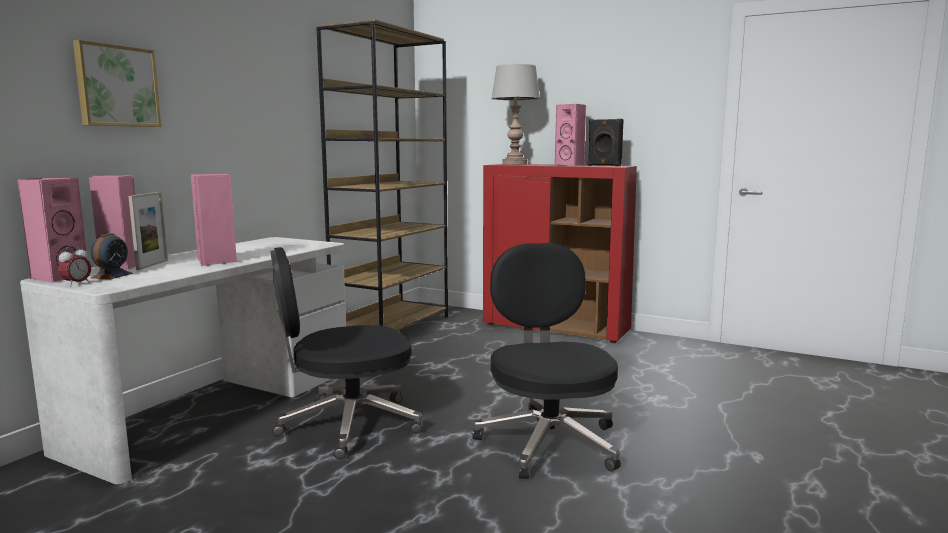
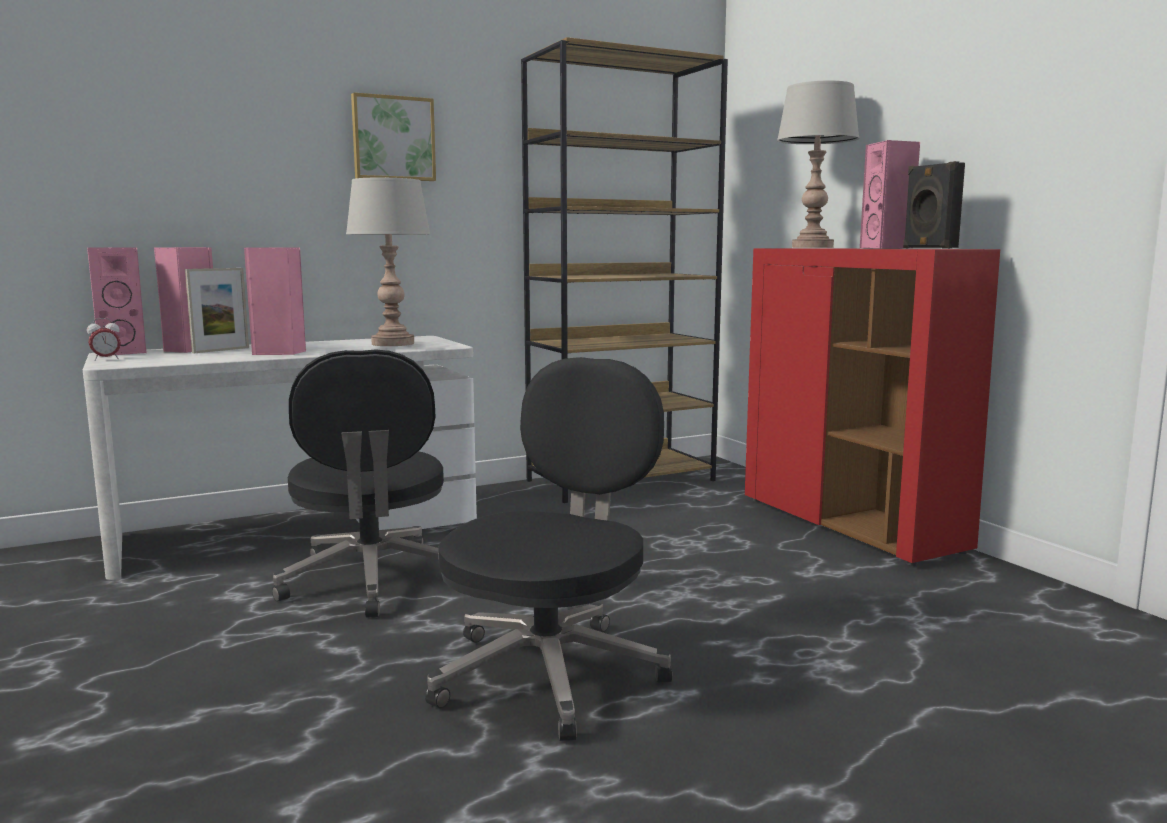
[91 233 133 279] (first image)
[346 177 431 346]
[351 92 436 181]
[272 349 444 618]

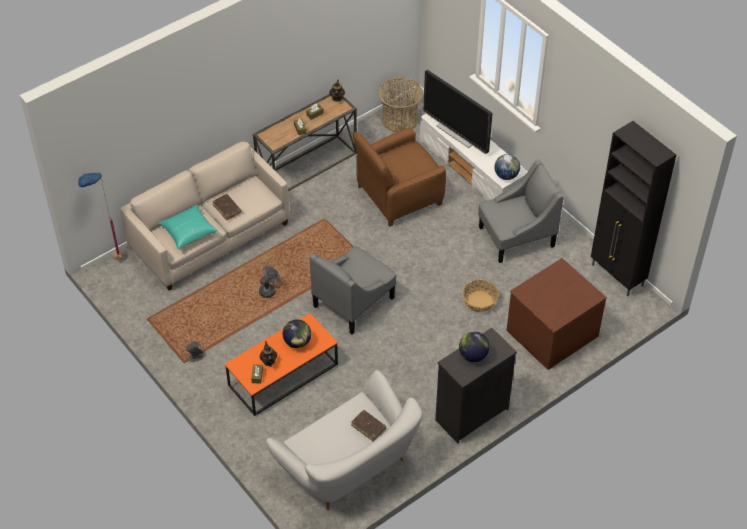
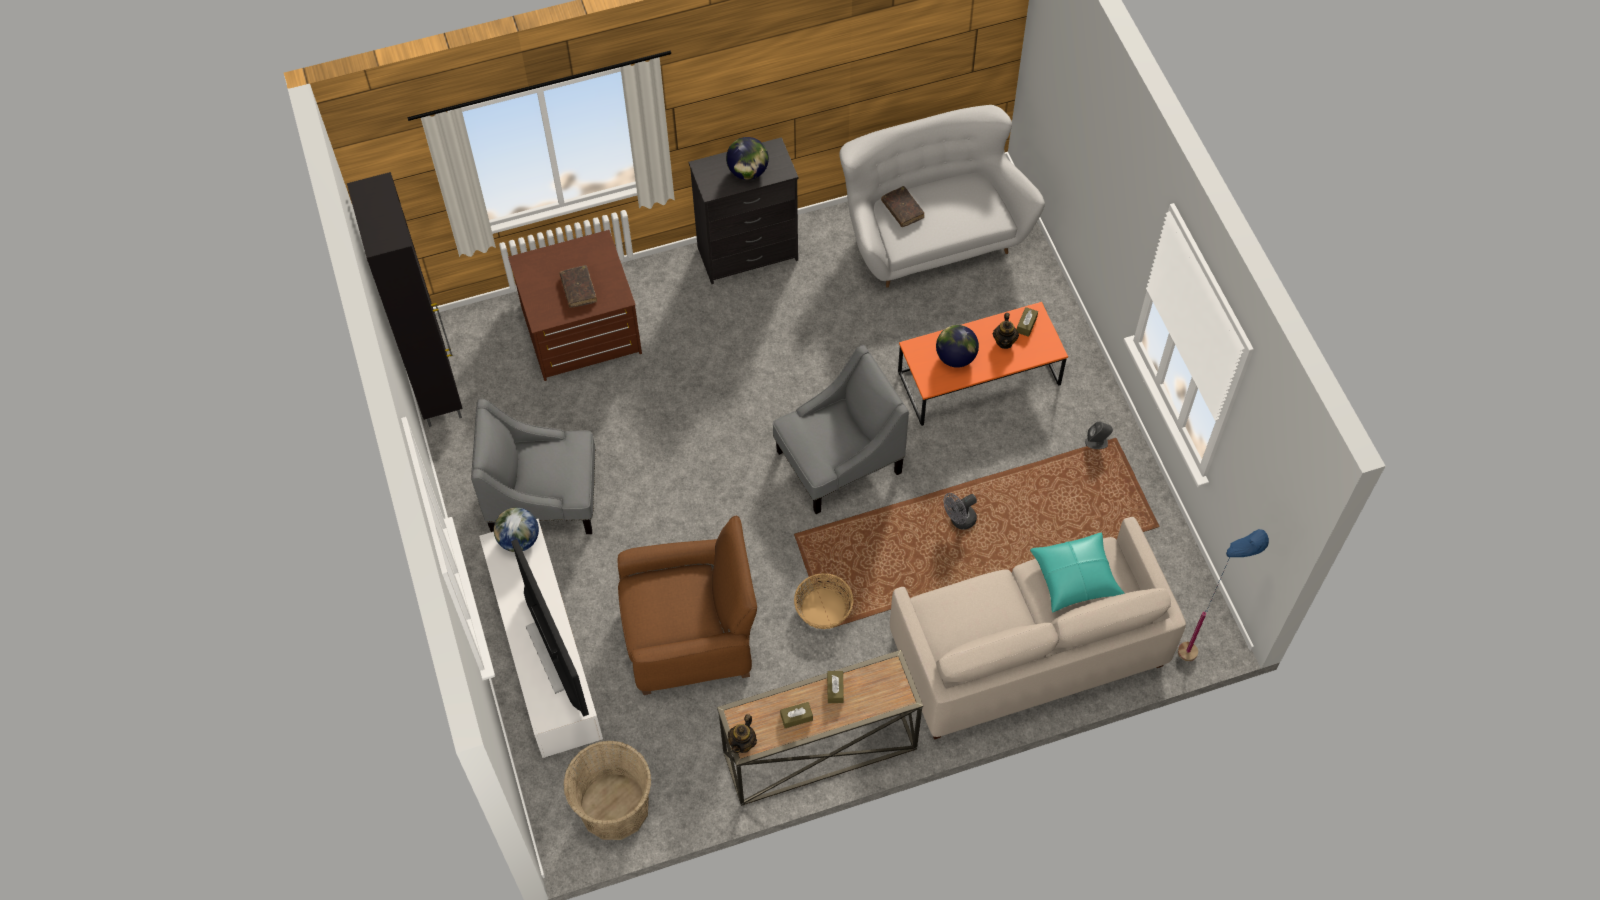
[559 265 597 308]
[794 573 854 629]

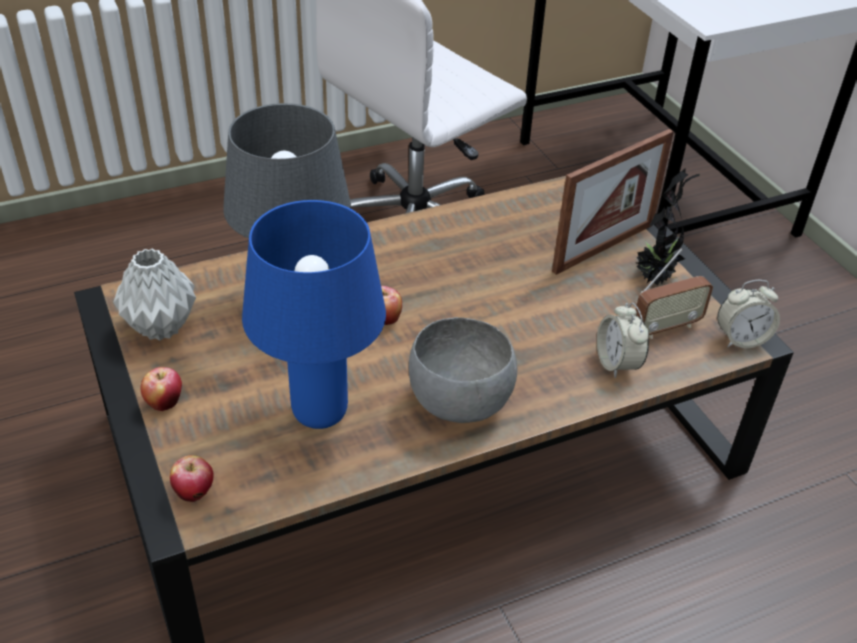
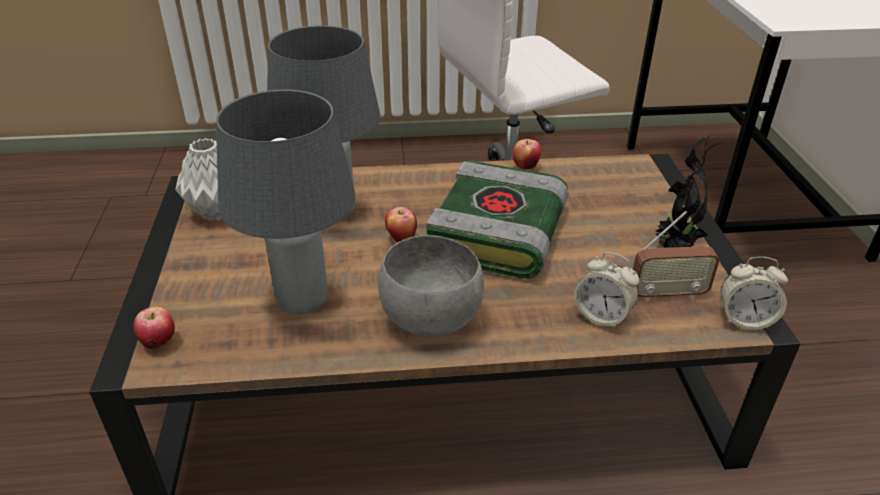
[552 129 674 275] (first image)
[427 160 568 279]
[512 139 541 170]
[216 89 355 315]
[574 252 639 330]

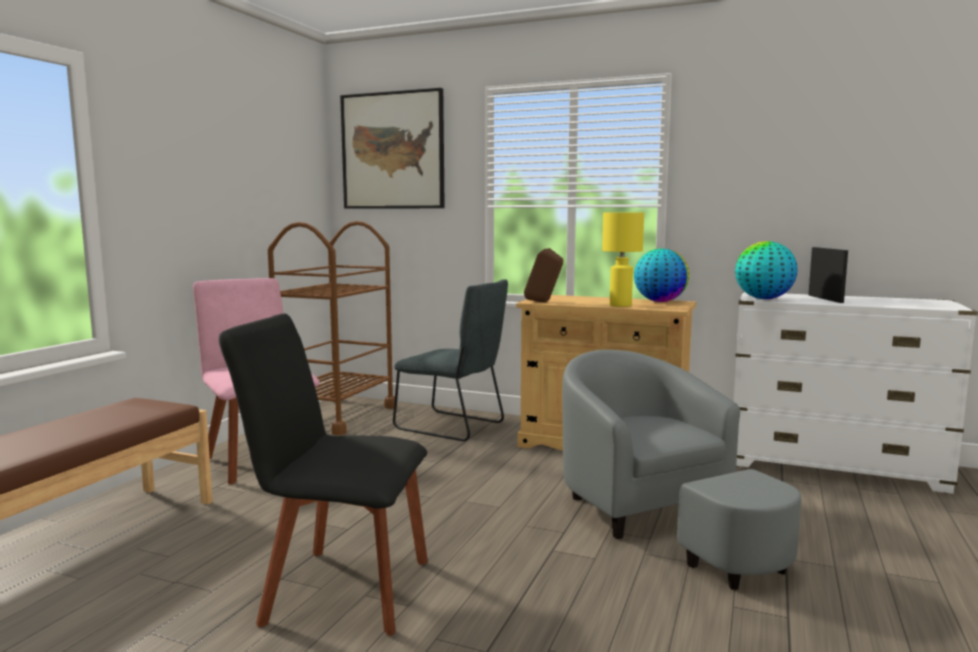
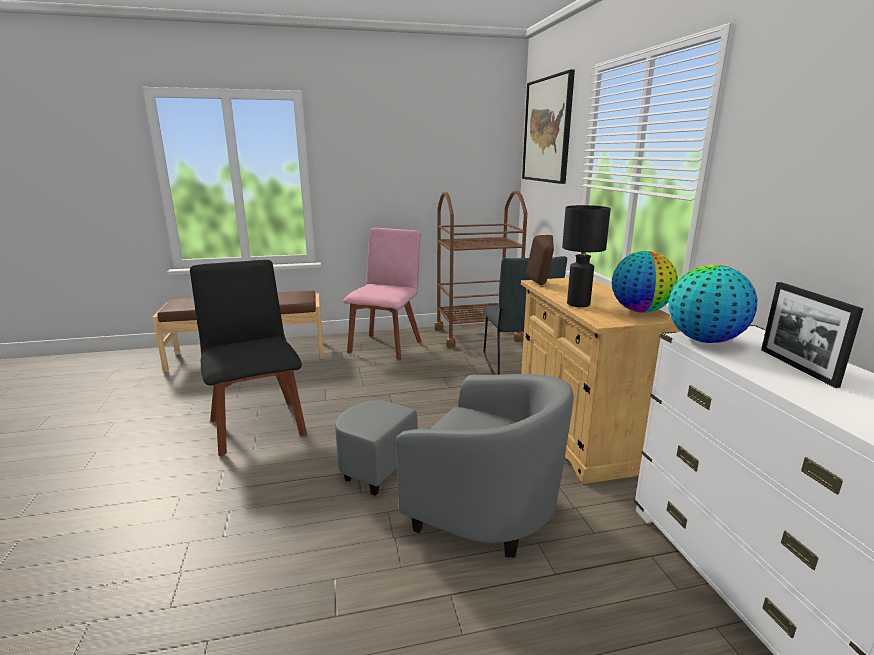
[562 205 611 307]
[335 374 574 557]
[761 282 863 388]

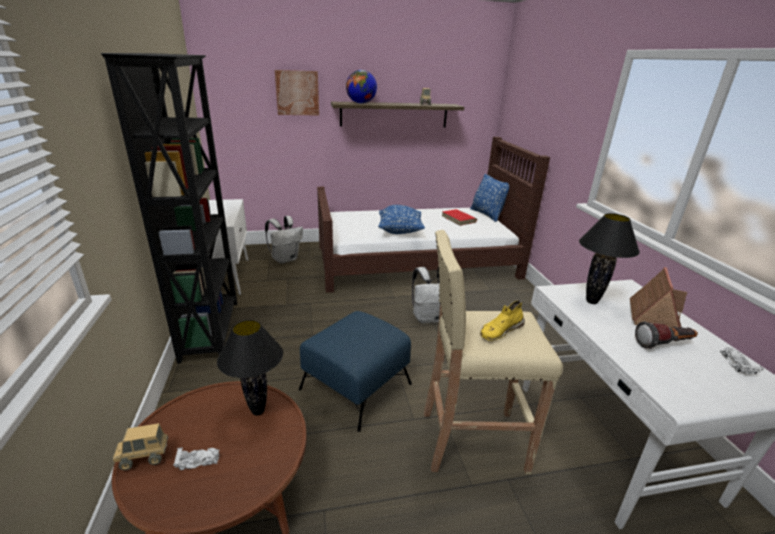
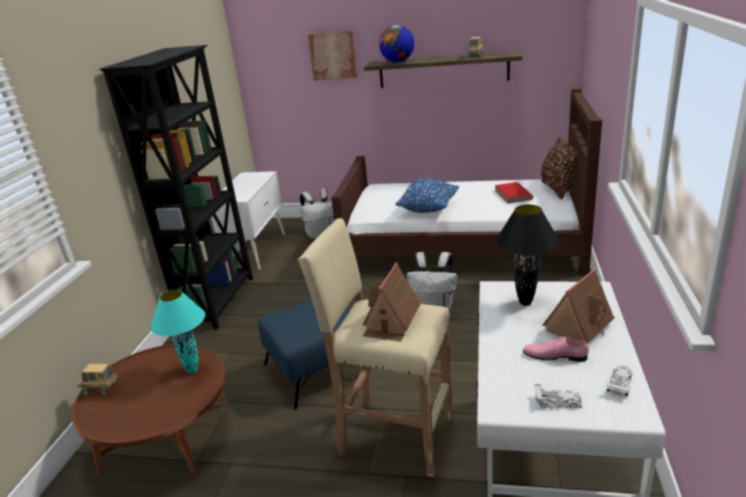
[534 384 582 408]
[362 262 421 342]
[523 336 589 362]
[151 290 205 373]
[541 137 577 199]

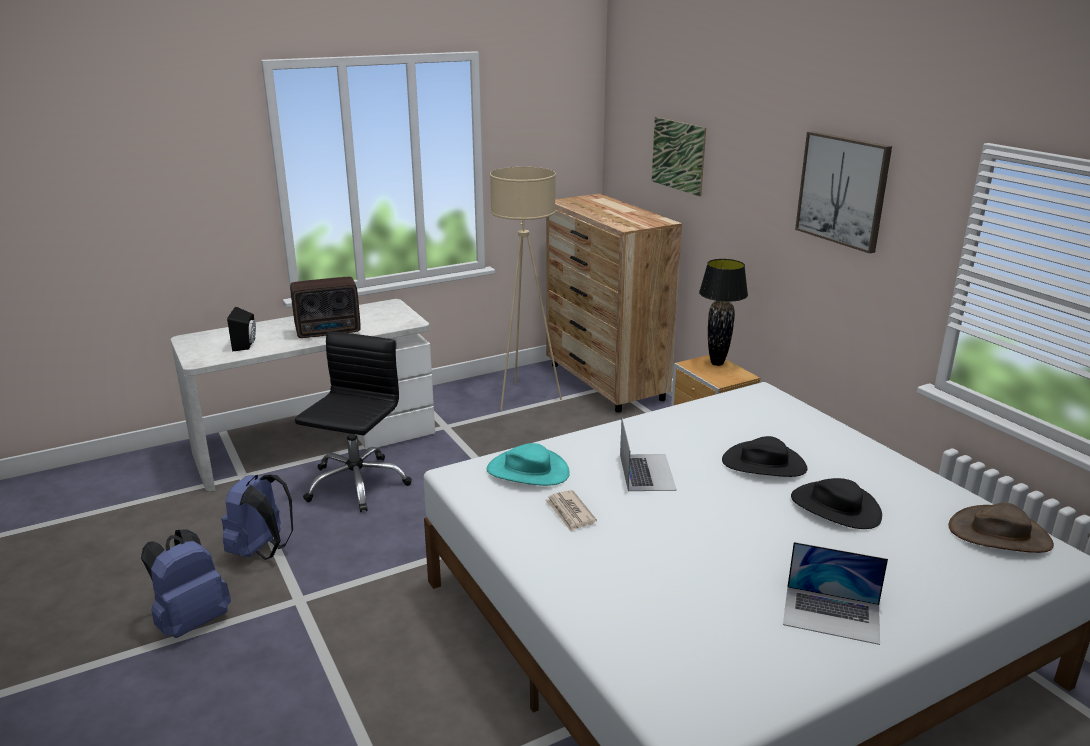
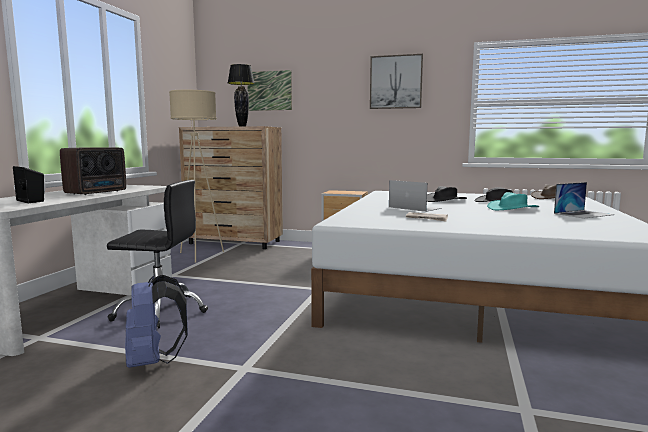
[141 529 231 638] (first image)
[487 192 539 210]
[228 64 255 127]
[107 180 208 329]

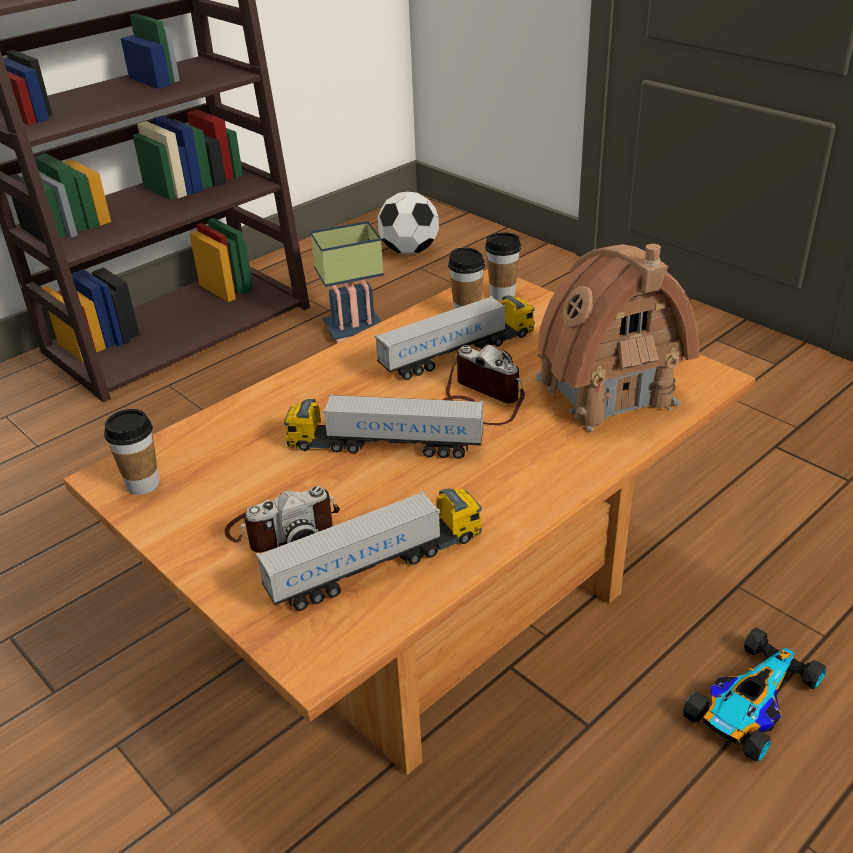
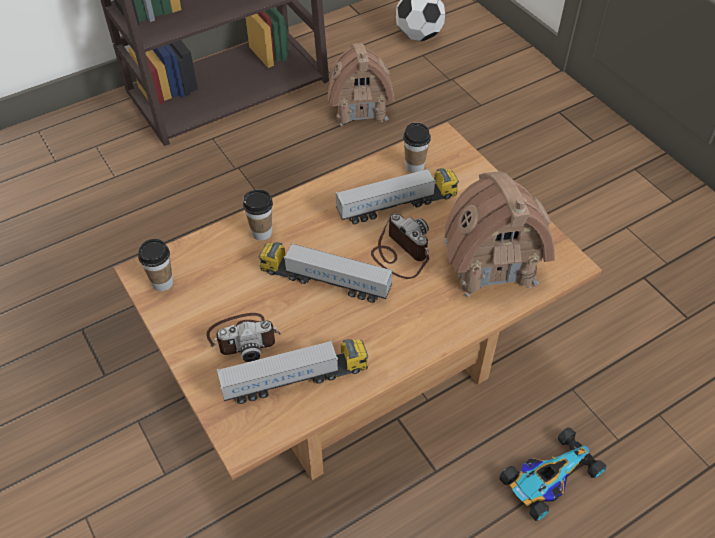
[243 190 273 241]
[328 43 394 126]

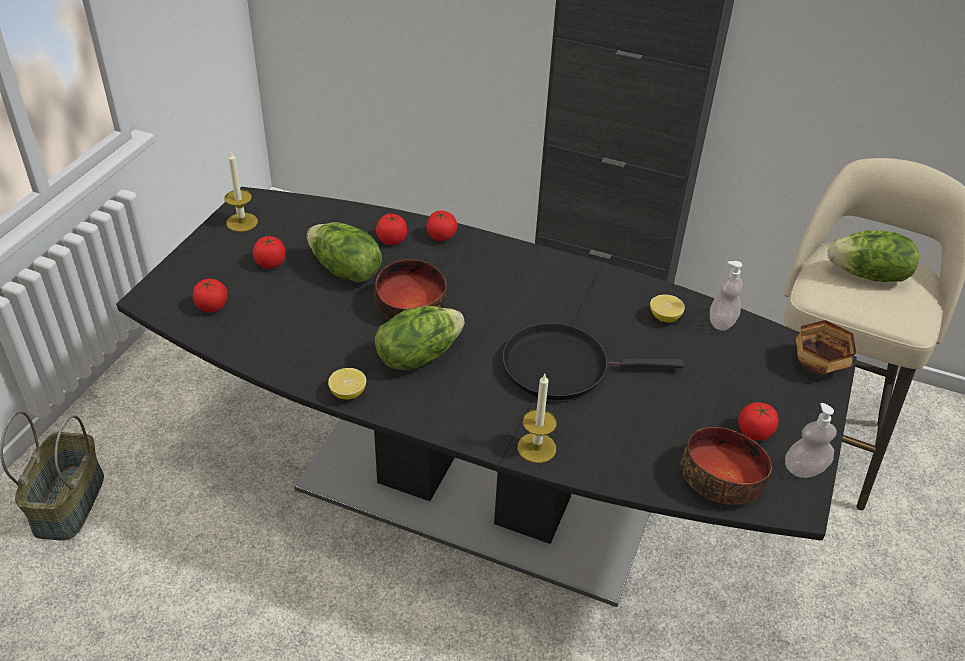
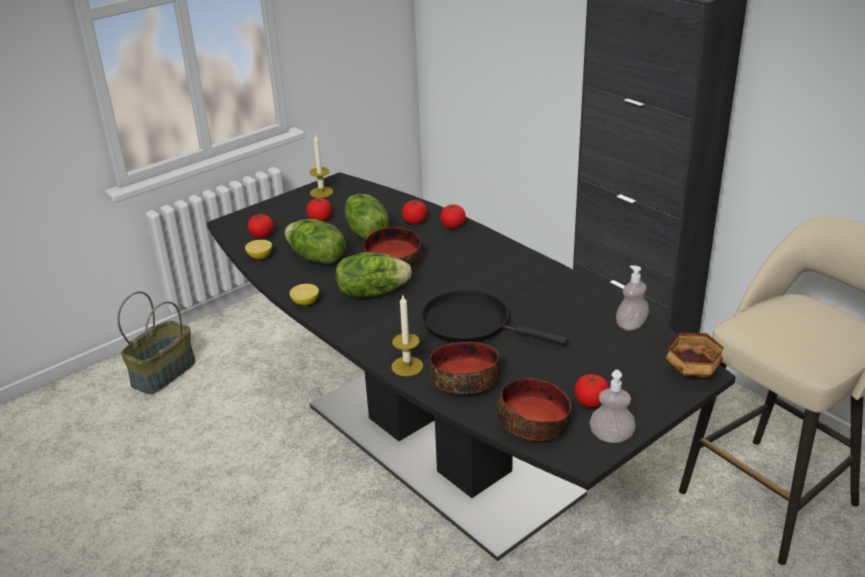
[429 342 500 394]
[245 240 272 259]
[285 219 346 264]

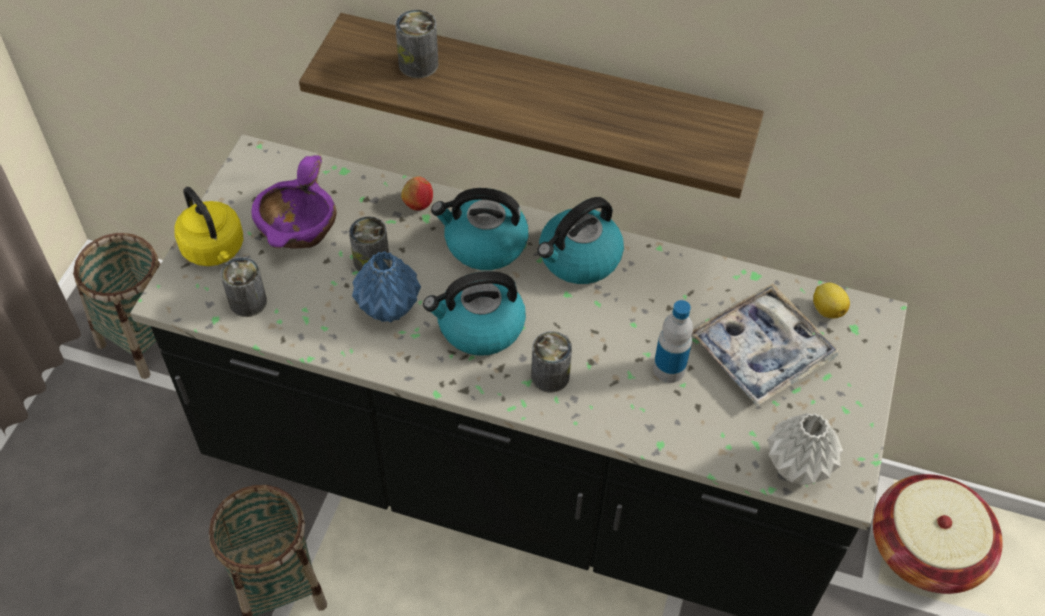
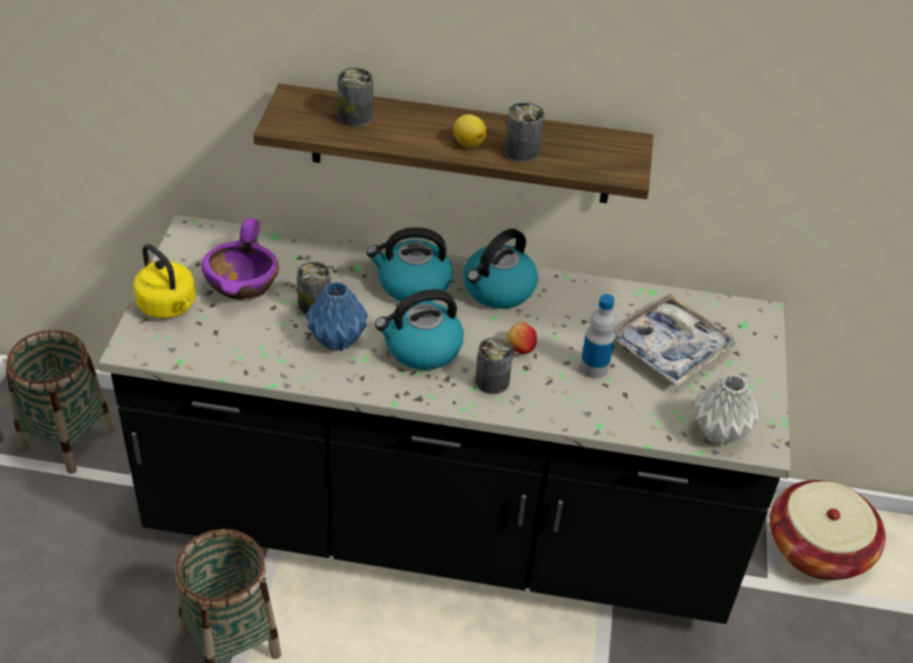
[504 102 544 163]
[506 322 537 354]
[453 114 487 147]

